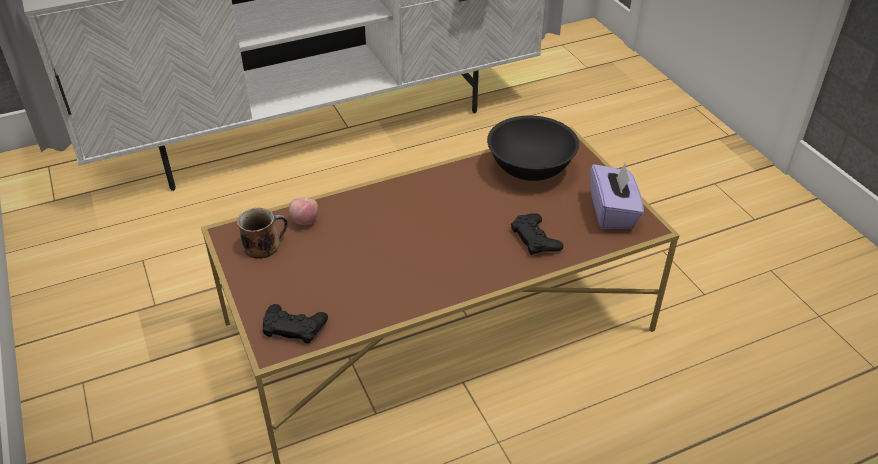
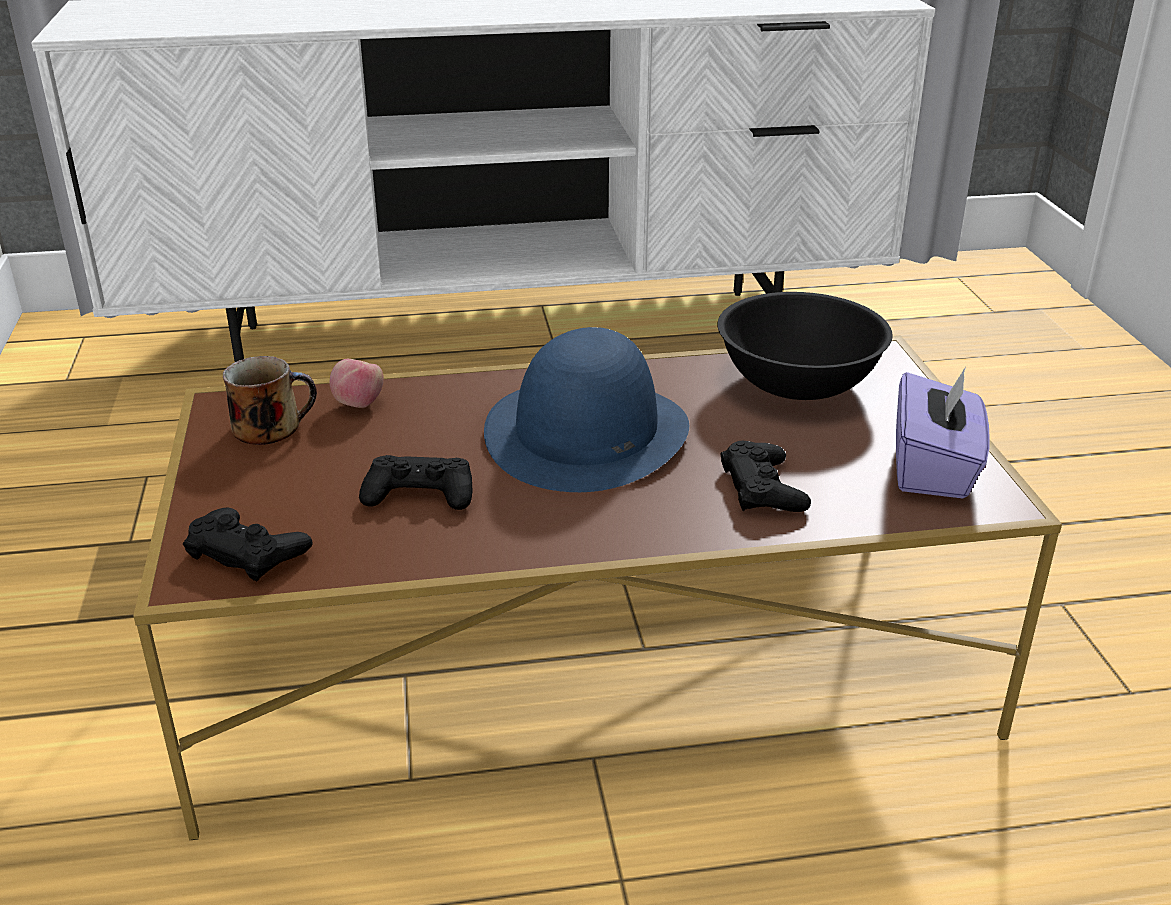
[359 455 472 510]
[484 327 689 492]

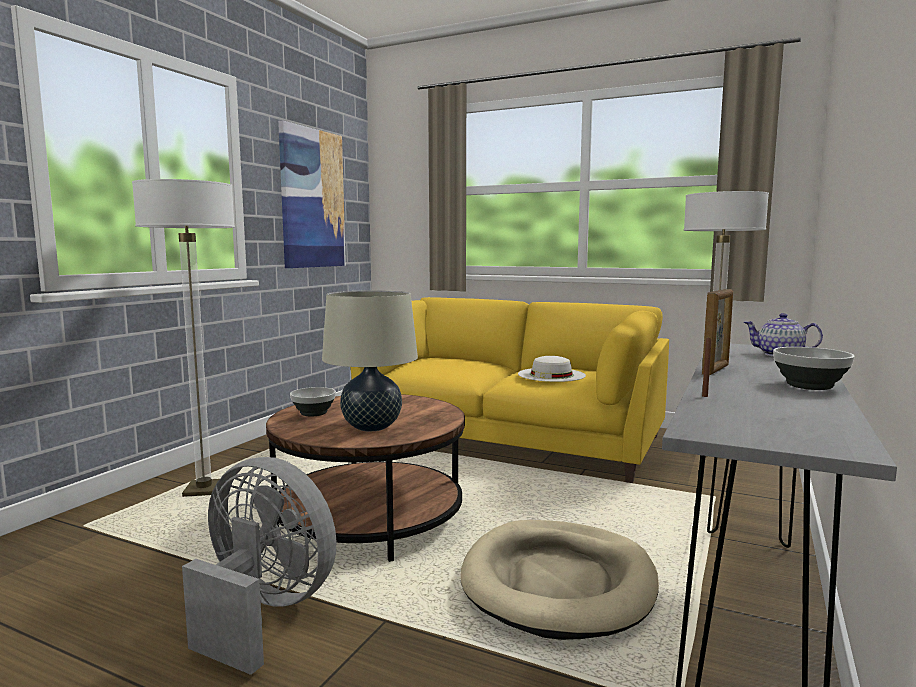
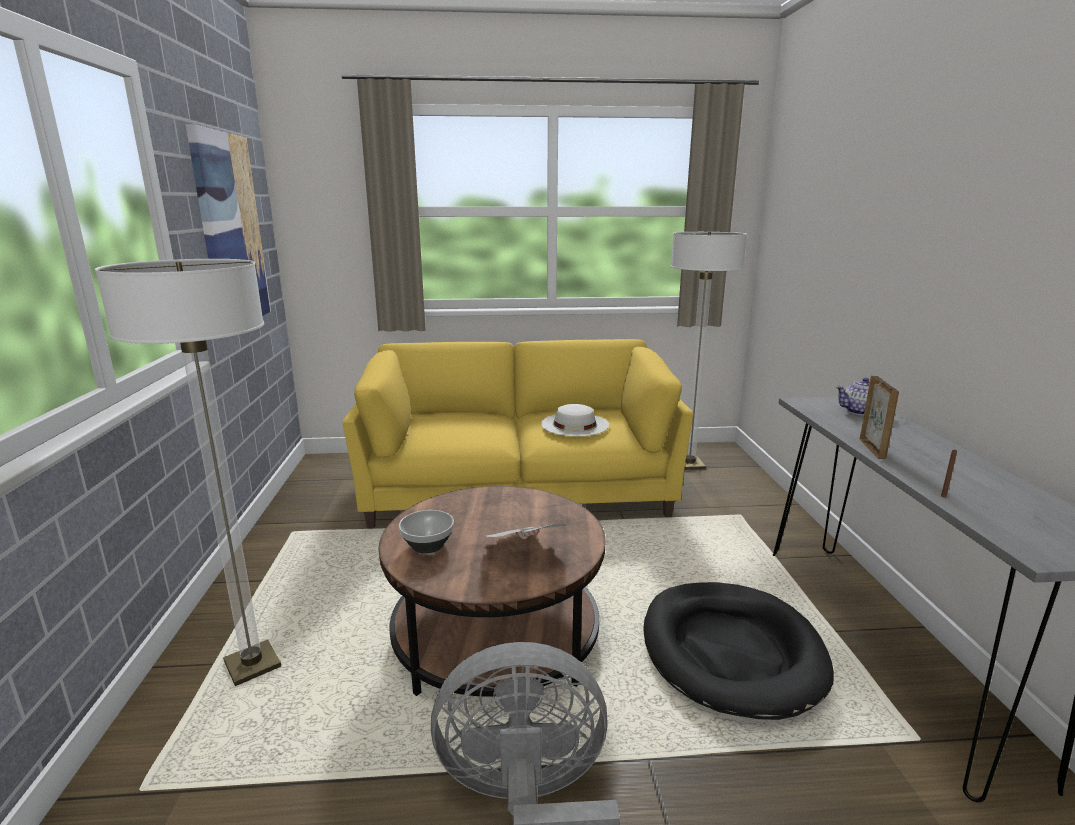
[773 347 855 390] (first image)
[484 524 566 539]
[643 582 834 720]

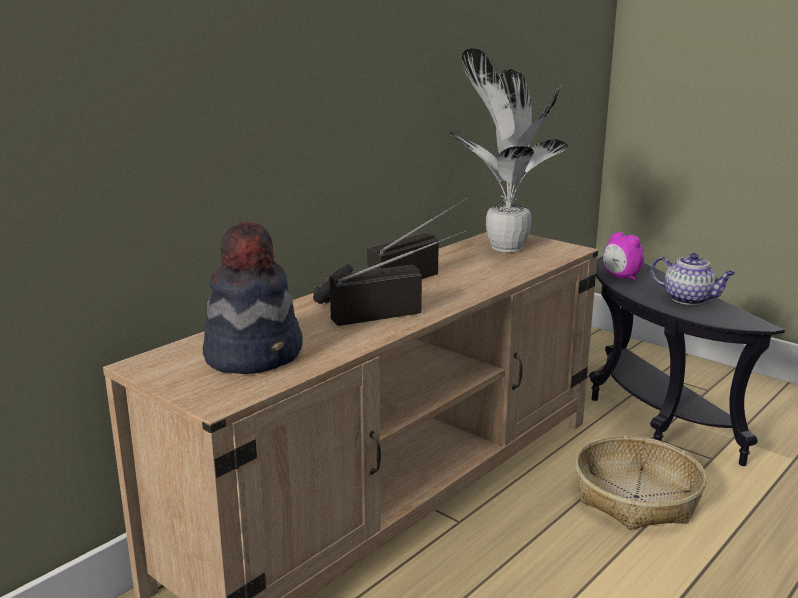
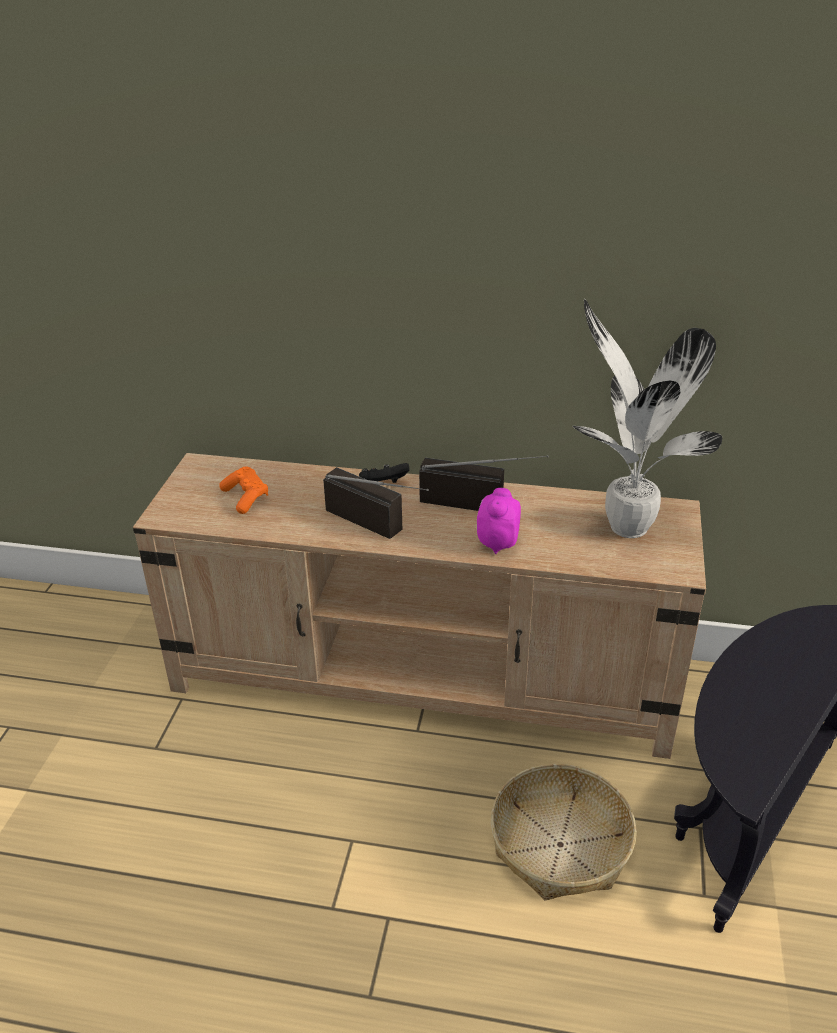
[651 253 736 305] (first image)
[477 488 521 554]
[219 467 268 514]

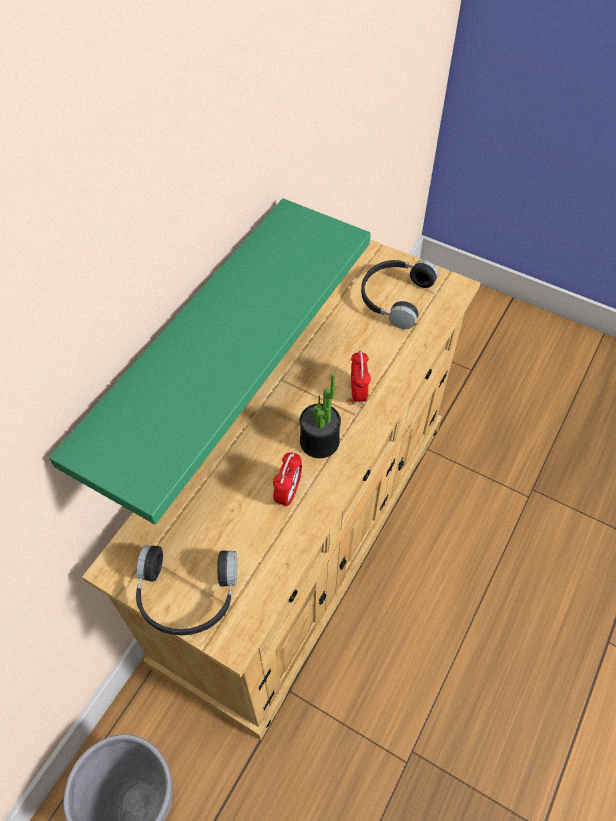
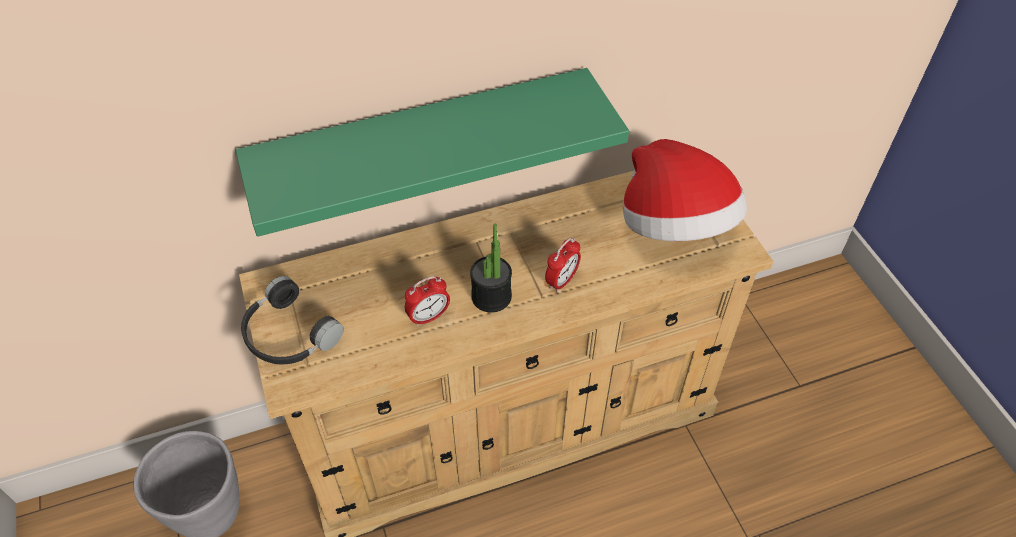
[623 139 747 241]

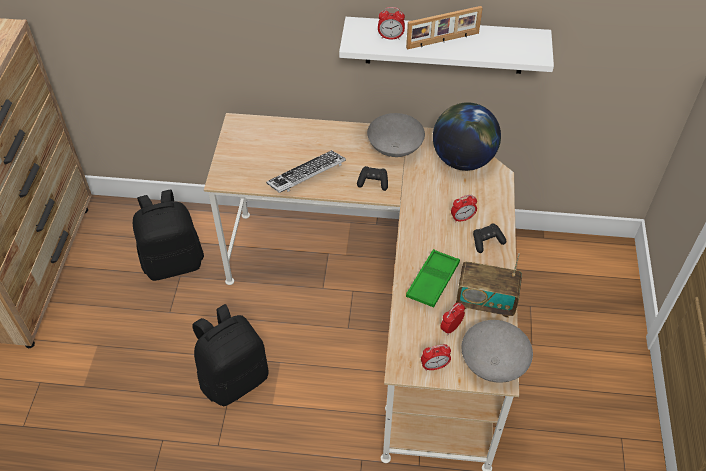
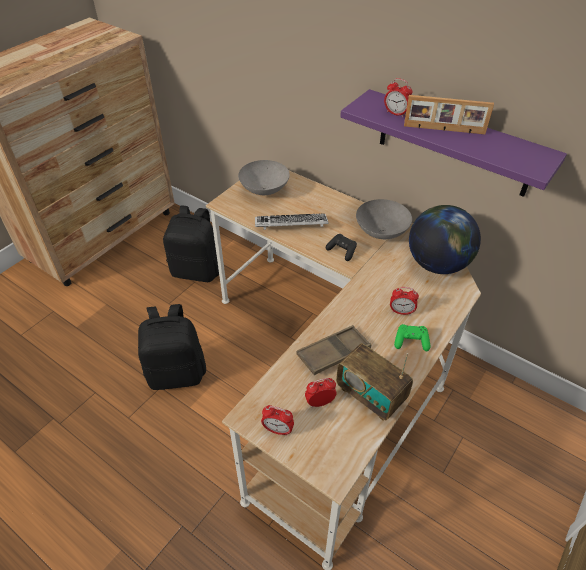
[238 160 290 195]
[340 89 567 197]
[297 325 371 375]
[394 324 430 351]

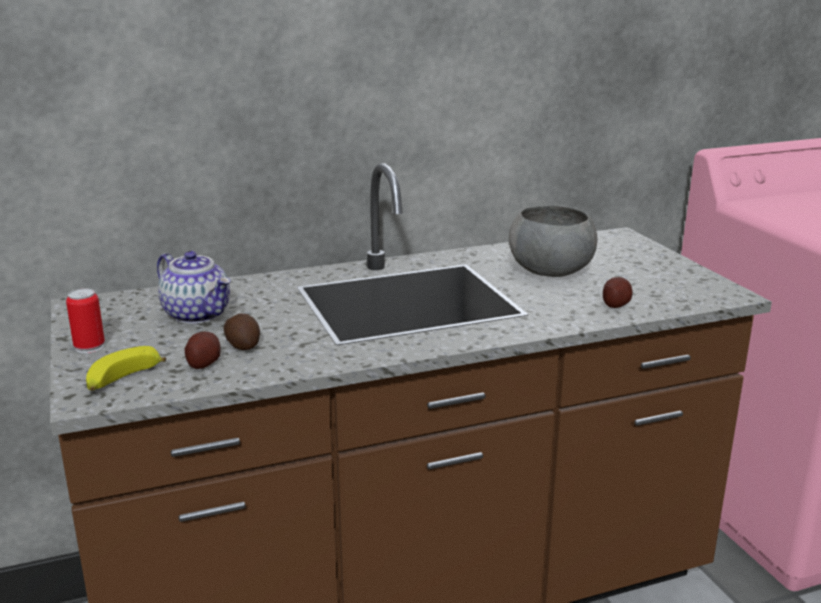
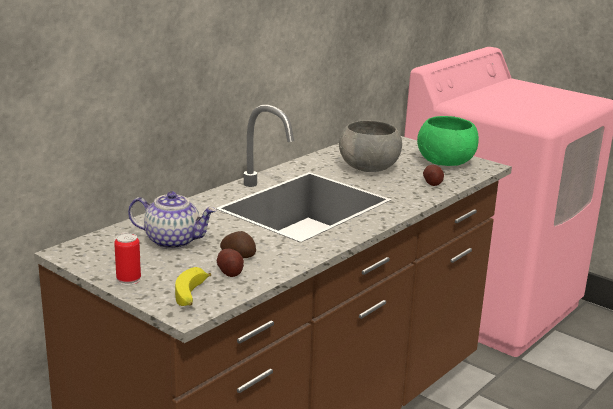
[417 116 479 166]

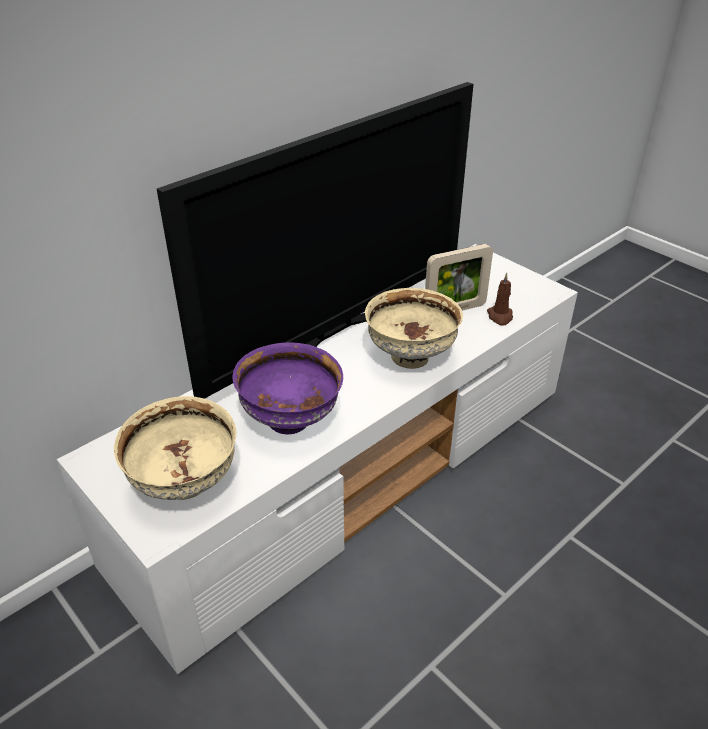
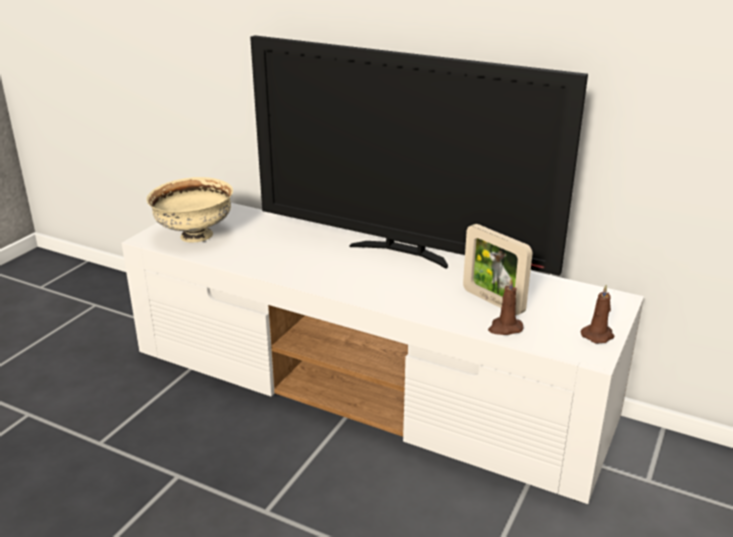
[233 343 343 435] (first image)
[365 288 463 369] (first image)
[581 285 615 344]

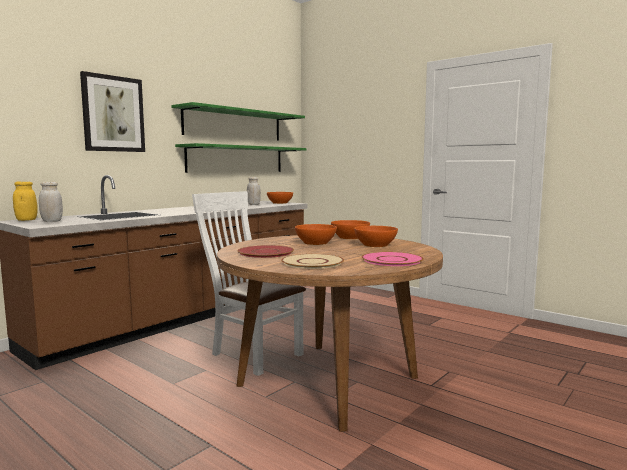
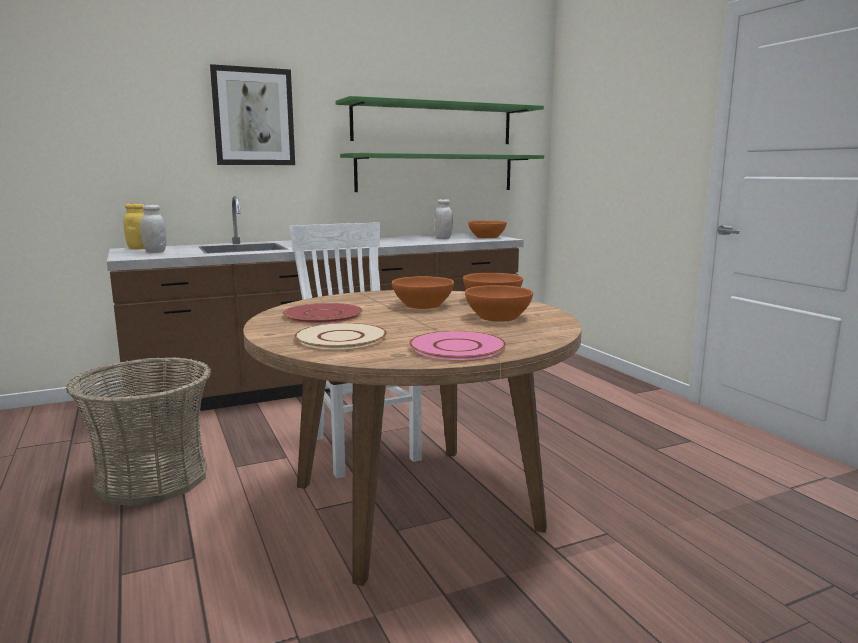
[66 357 211 506]

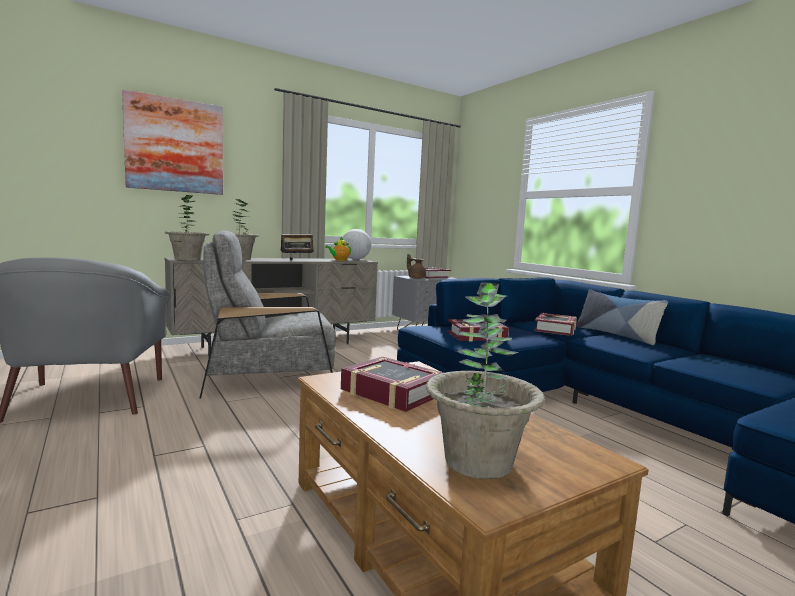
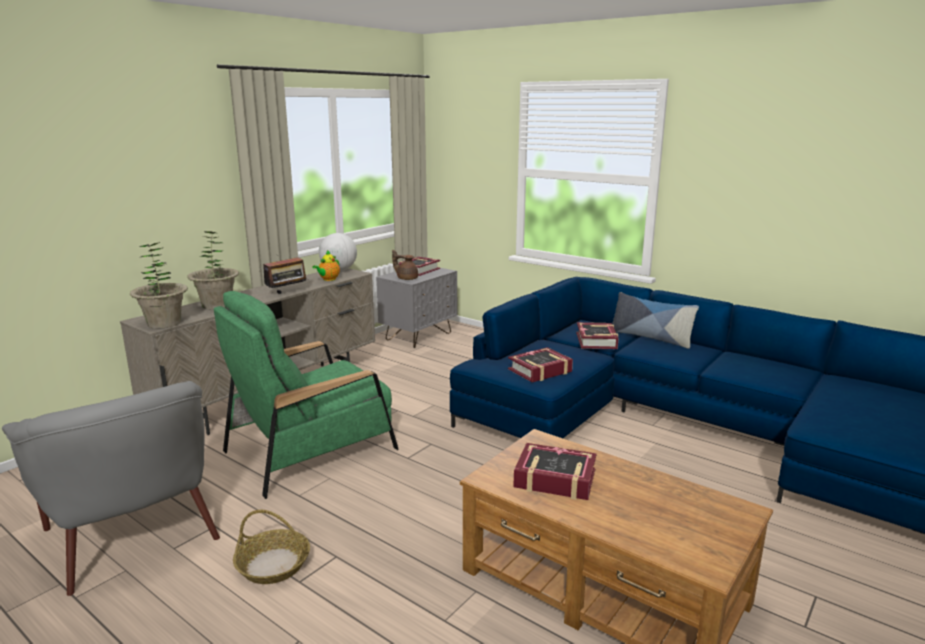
[122 90 223 195] (first image)
[426 282 545 479] (first image)
[233 510 310 584]
[214 291 399 499]

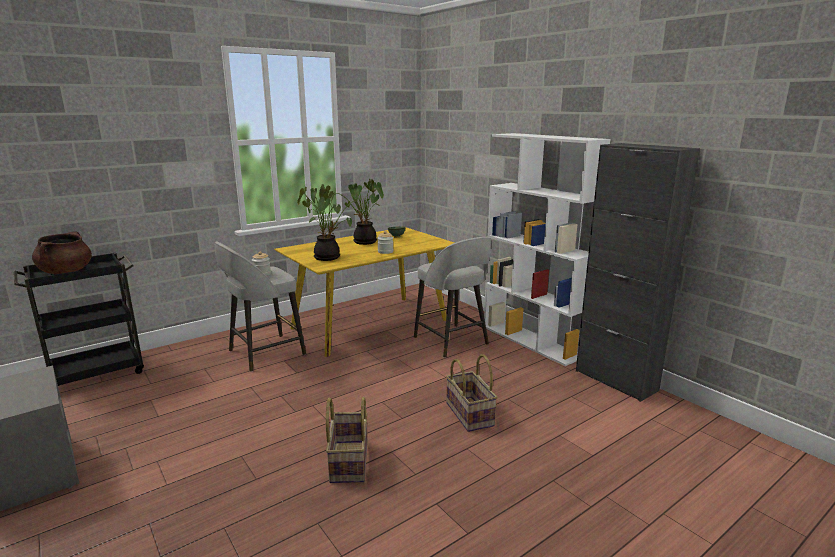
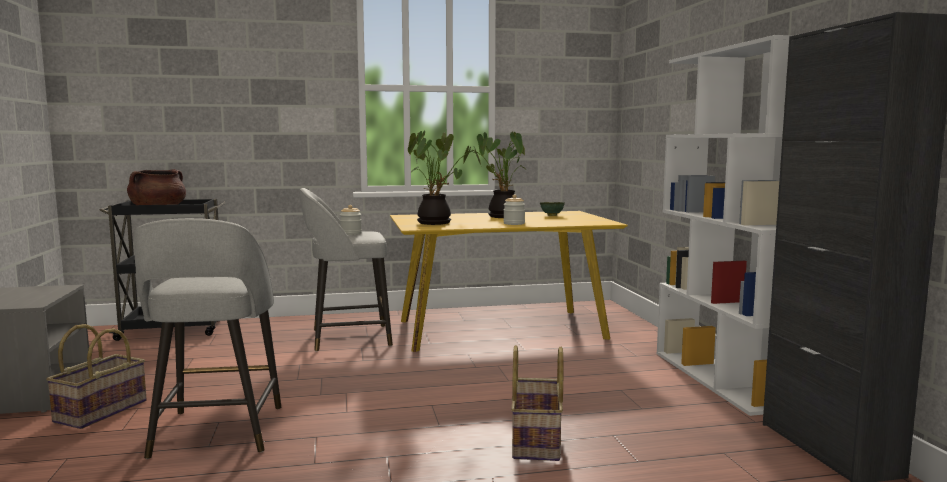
[46 324 147 429]
[134 218 281 459]

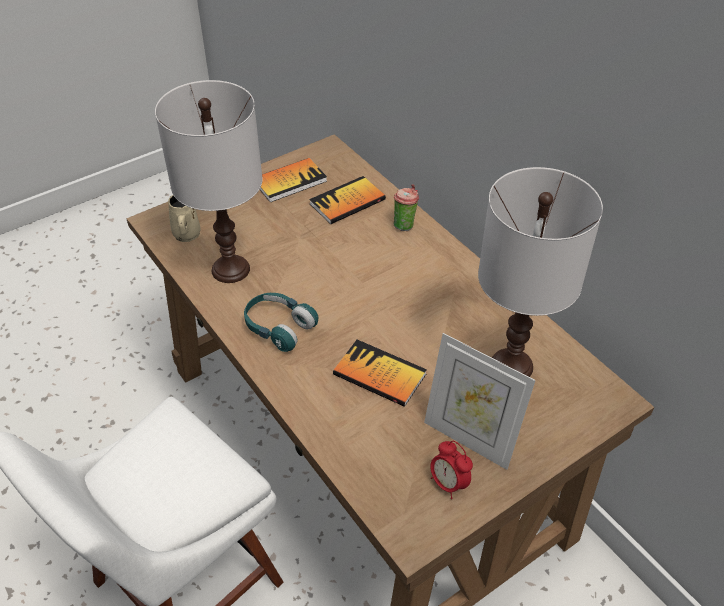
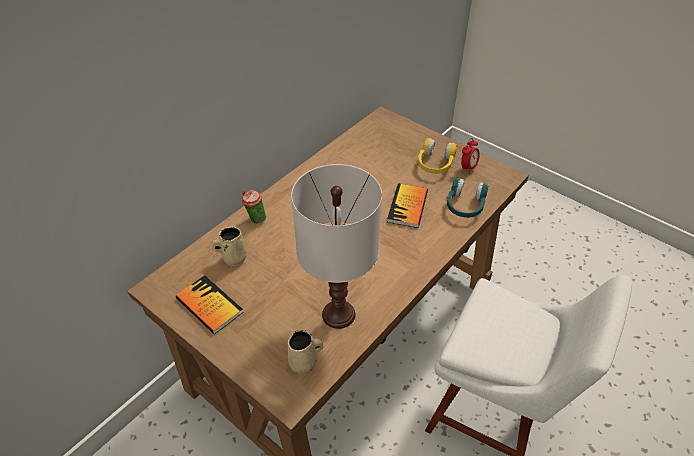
[478 167 603 377] (first image)
[447 177 489 218]
[212 227 246 267]
[418 138 457 174]

